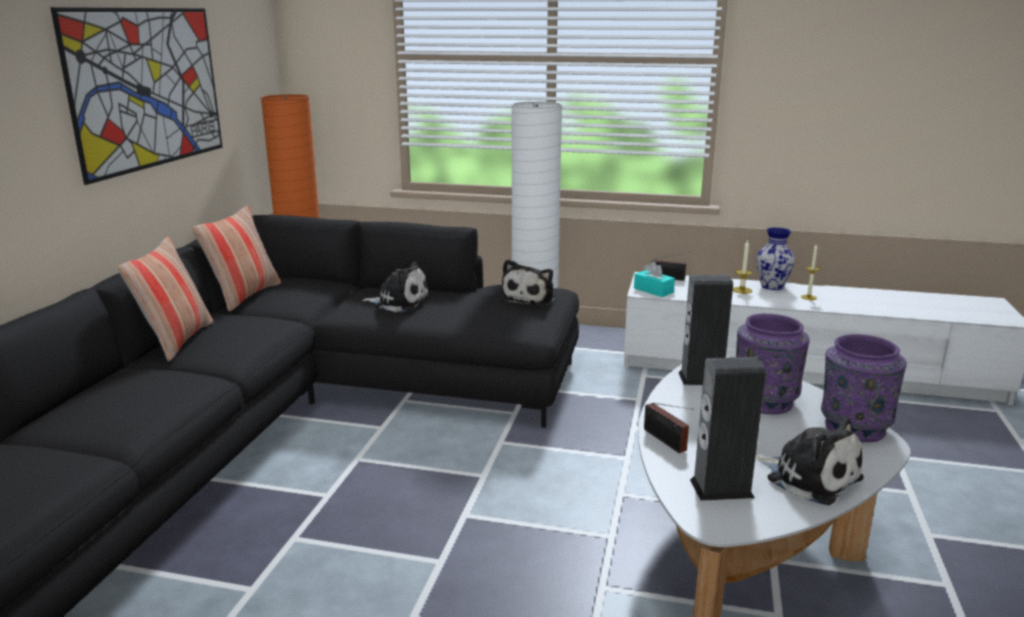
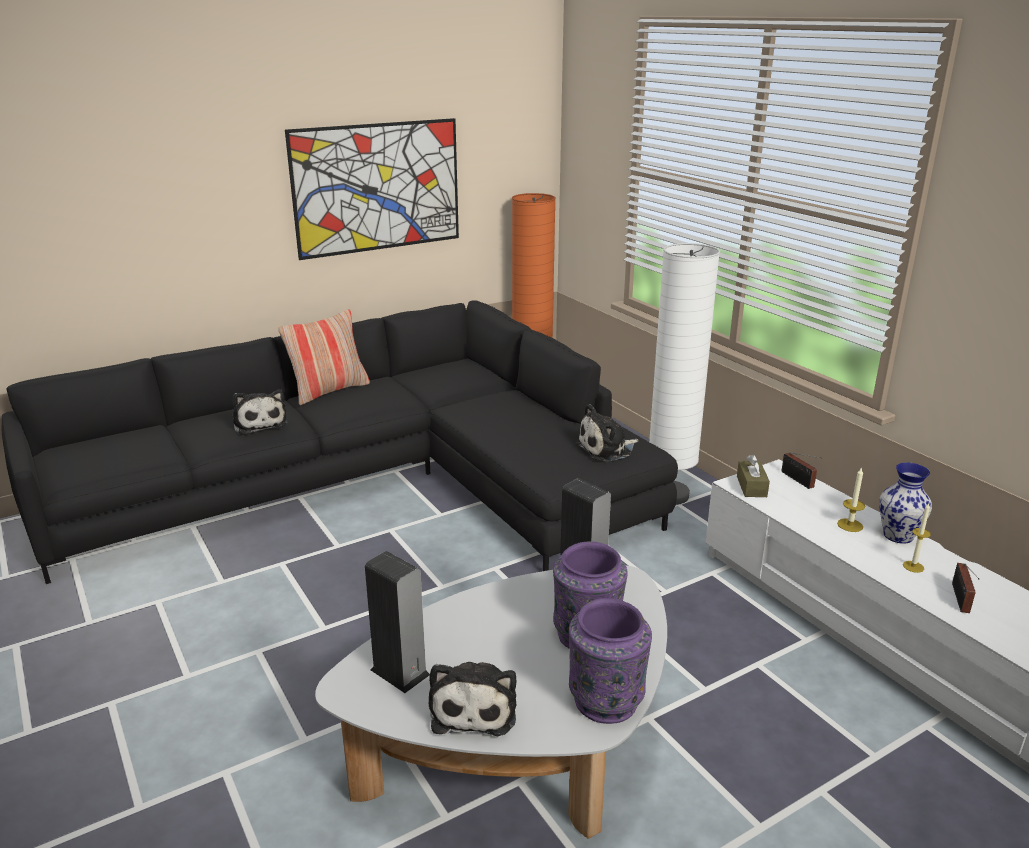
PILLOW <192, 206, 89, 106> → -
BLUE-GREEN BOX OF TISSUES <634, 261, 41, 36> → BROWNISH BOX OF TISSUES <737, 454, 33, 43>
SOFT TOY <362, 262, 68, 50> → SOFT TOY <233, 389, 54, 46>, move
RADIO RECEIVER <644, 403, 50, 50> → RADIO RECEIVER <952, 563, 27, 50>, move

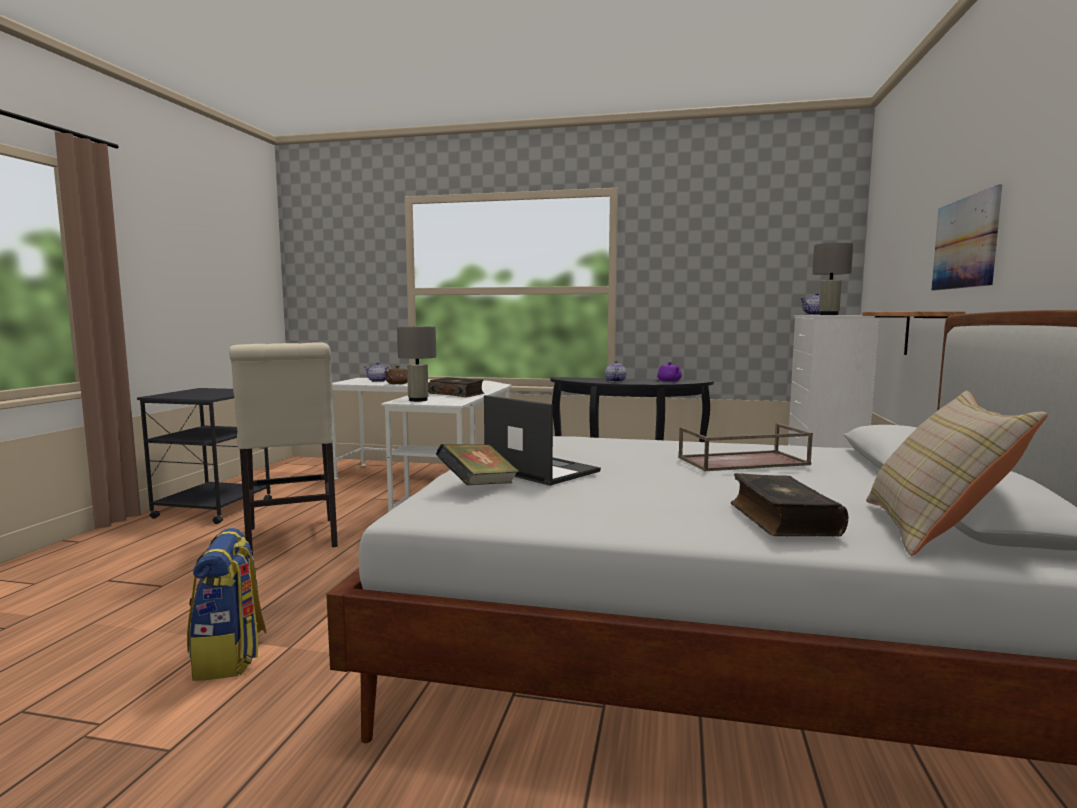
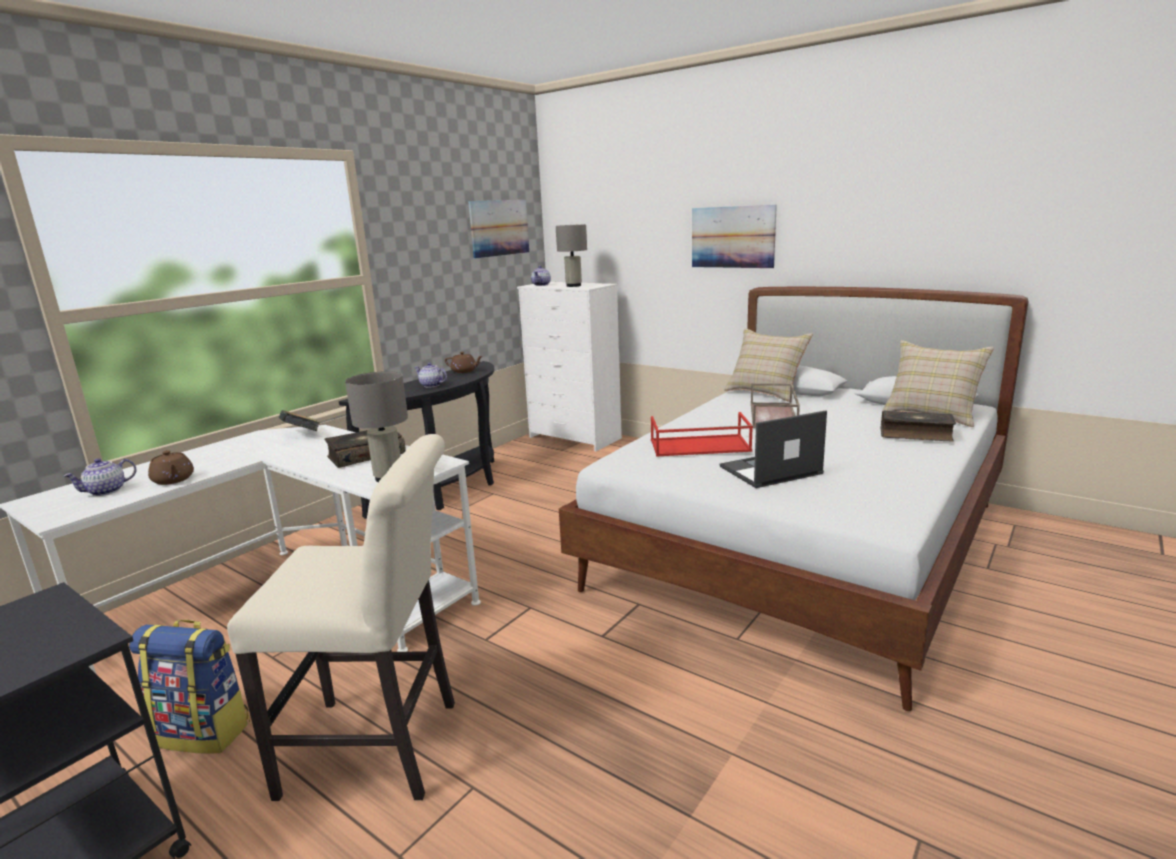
SHELF <862, 311, 104, 44> → -
PURPLE-COLOURED TEA POT <657, 362, 25, 20> → BROWNISH TEA POT <445, 352, 37, 21>
BOUND BOOK <436, 444, 83, 41> → BOUND BOOK <279, 410, 41, 21>, move
KNAPSACK <187, 528, 80, 153> → KNAPSACK <129, 620, 121, 134>, move
- → PICTURE <468, 200, 61, 59>
- → BEIGE PILLOW <724, 328, 89, 74>
- → REDDISH CARRYING TRAY <651, 412, 102, 44>

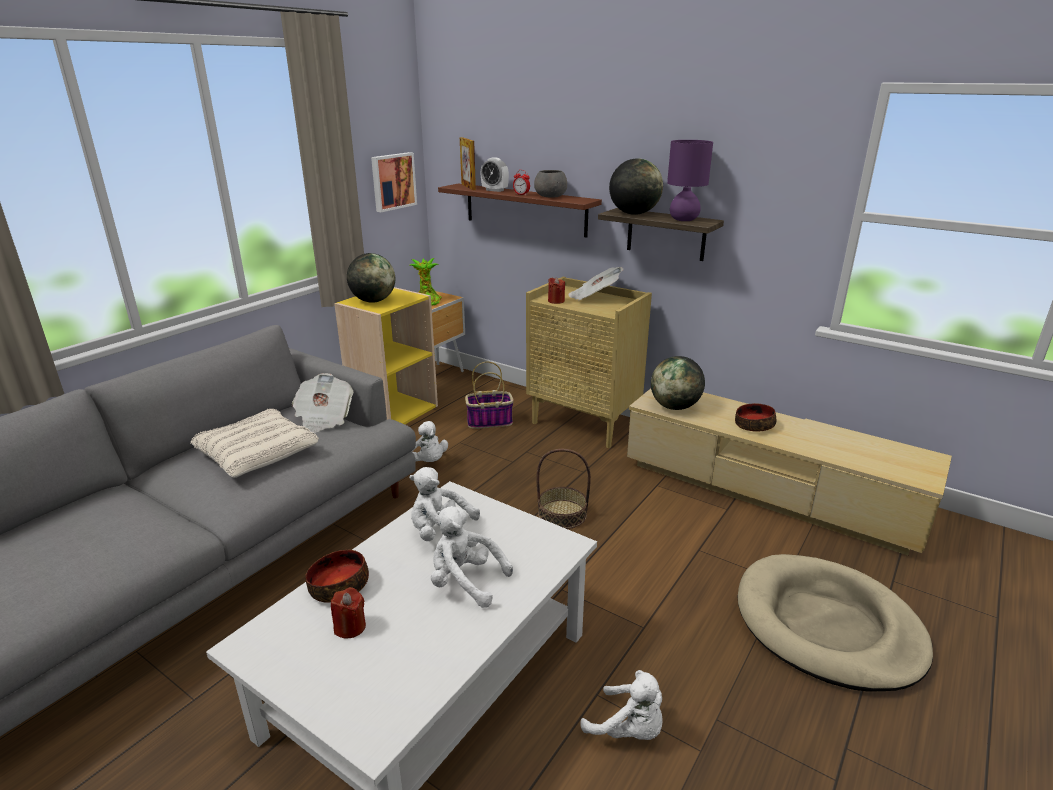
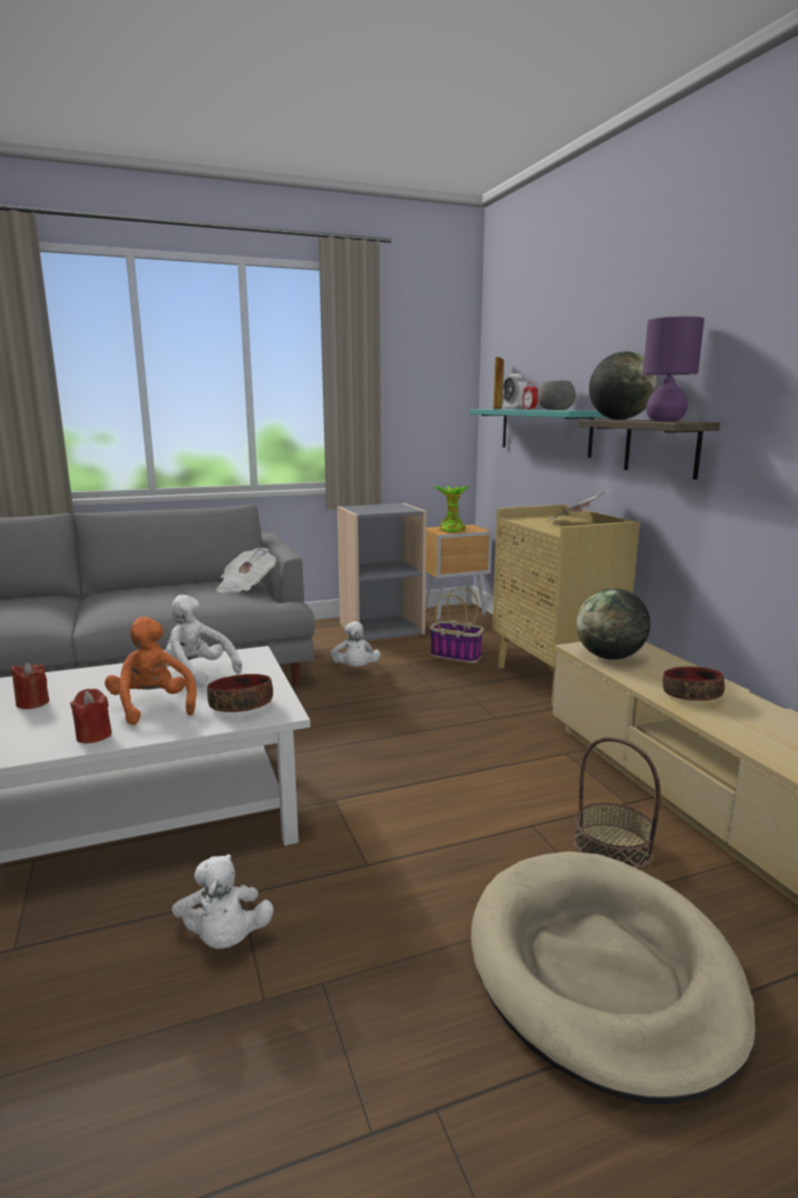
PICTURE <371, 152, 46, 60> → -
BROWNISH SHELF <438, 184, 164, 53> → BLUE-GREEN SHELF <470, 409, 135, 49>
GLOBE <347, 253, 48, 50> → -
REDDISH WAX LIGHT <548, 277, 17, 27> → REDDISH WAX LIGHT <70, 689, 42, 55>, move
YELLOW BOOKSHELF <334, 287, 104, 137> → GREYISH BOOKSHELF <337, 503, 89, 138>
BEIGE PILLOW <190, 409, 129, 69> → -
STORAGE BASKET <536, 449, 55, 80> → STORAGE BASKET <574, 737, 87, 132>, move
WHITE SOFT TOY <431, 506, 82, 102> → ORANGE-COLOURED SOFT TOY <105, 617, 91, 108>
BOWL <305, 550, 64, 53> → BOWL <207, 674, 66, 38>, move

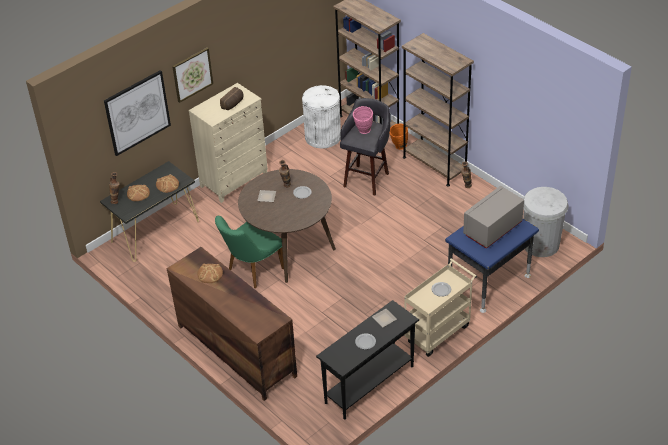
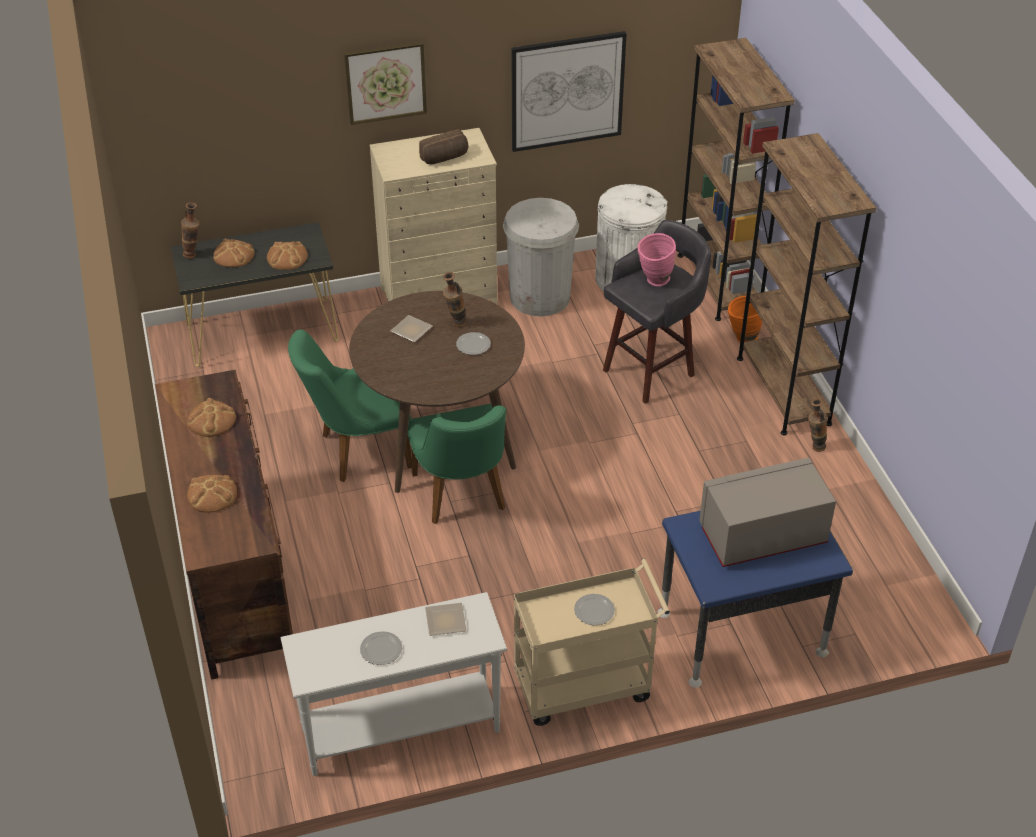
PICTURE <104, 70, 67, 86> → PICTURE <511, 31, 116, 121>, move
WHITE WASTE BIN <523, 187, 46, 70> → WHITE WASTE BIN <503, 198, 76, 118>, move
BLACK HALL TABLE <316, 300, 103, 120> → WHITE HALL TABLE <281, 592, 226, 184>
- → GREENISH CHAIR <407, 404, 99, 120>
- → BAKERY BREAD <187, 475, 50, 38>

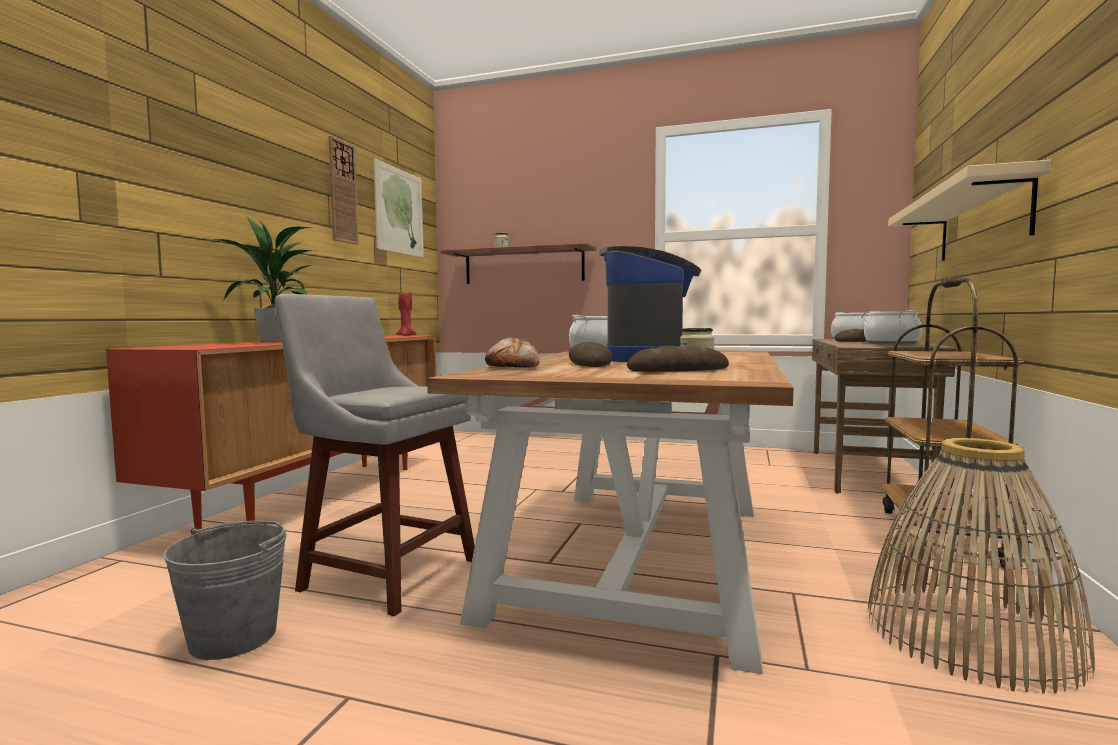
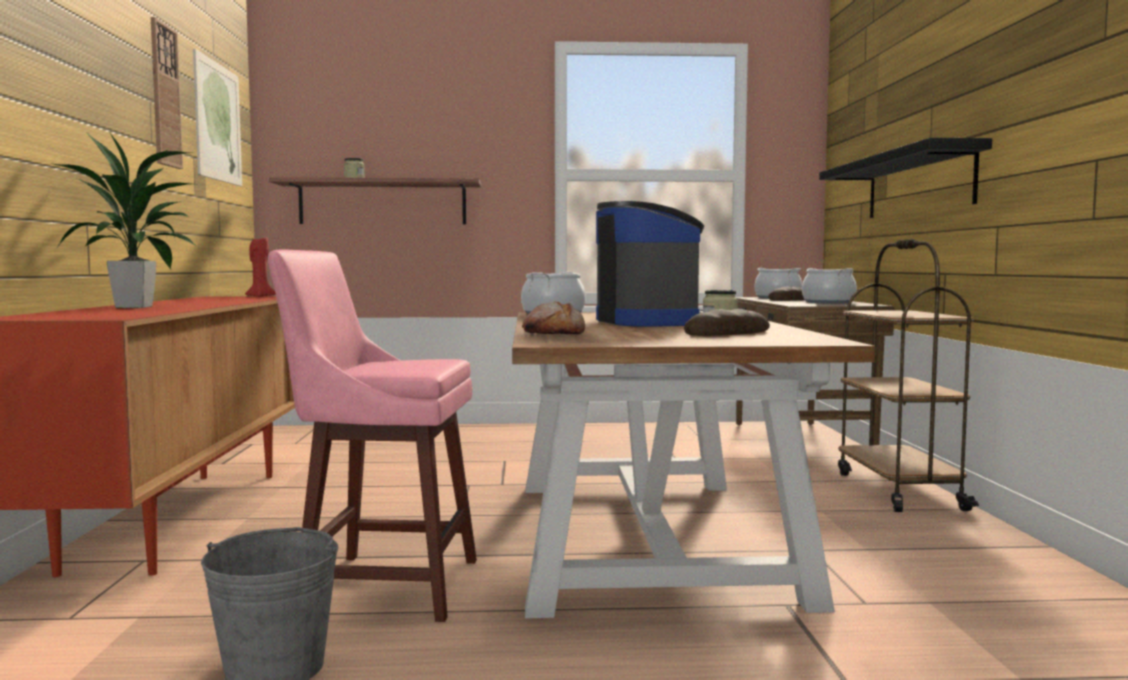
BEIGE SHELF <888, 160, 163, 101> → BLACK SHELF <819, 138, 173, 80>
GREYISH CHAIR <275, 294, 200, 322> → PINK CHAIR <268, 249, 209, 373>
BAKERY BREAD <569, 342, 43, 25> → -
STORAGE BASKET <868, 438, 227, 255> → -

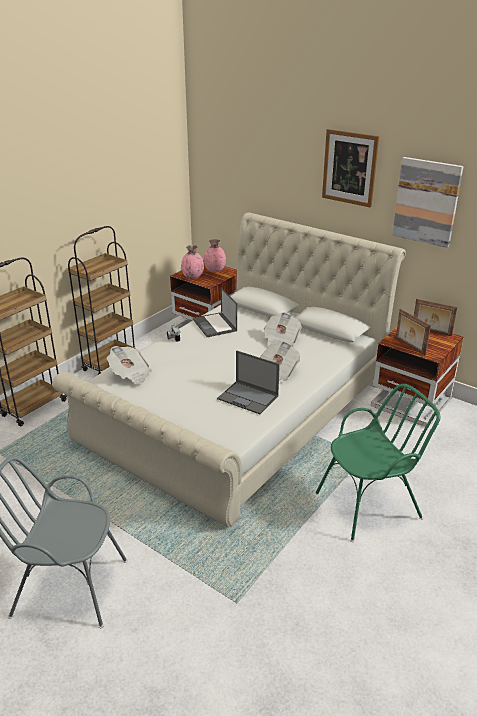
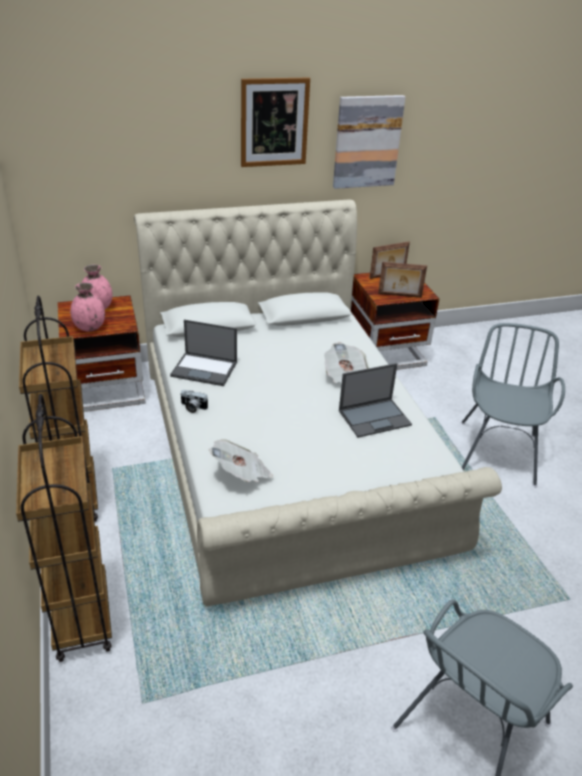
NEWSPAPER <264, 312, 38, 35> → -
GREENISH CHAIR <316, 384, 124, 158> → GREYISH CHAIR <461, 323, 104, 164>

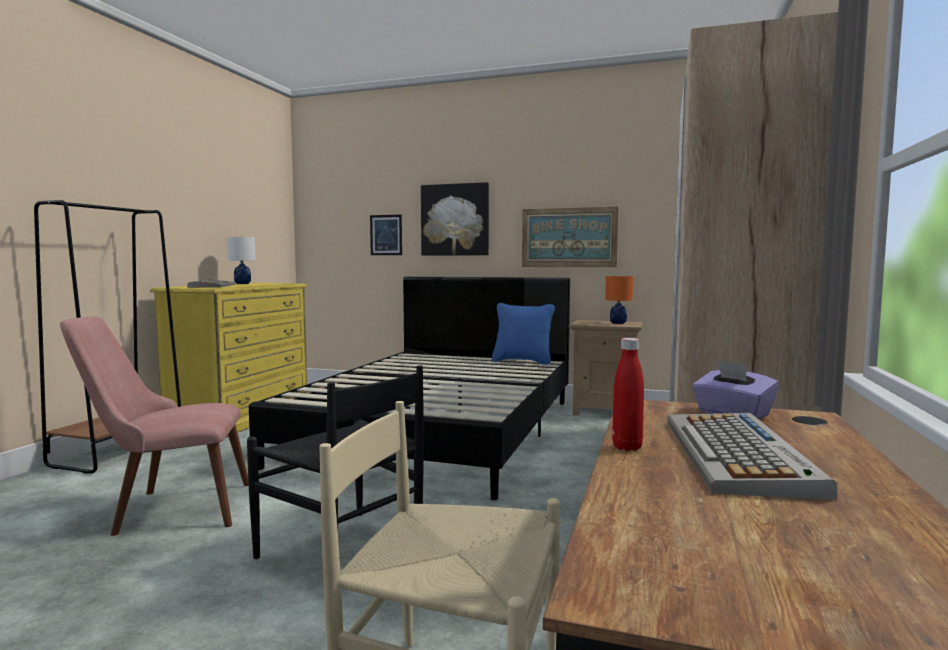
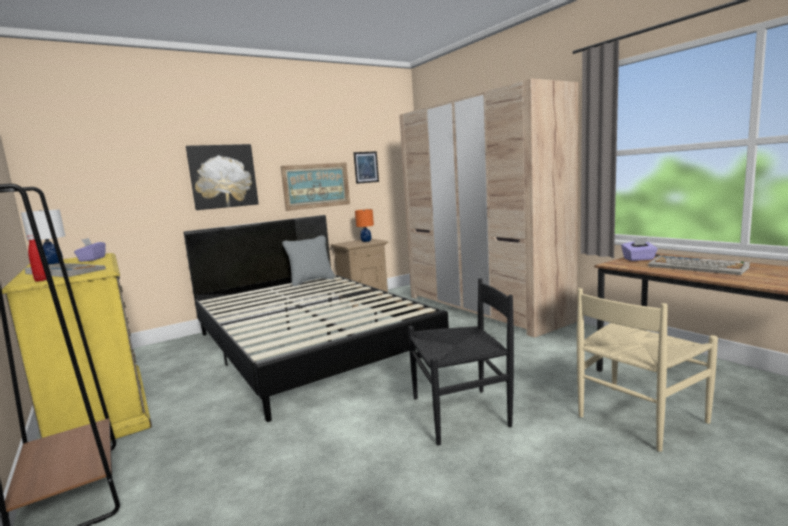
PICTURE <370, 215, 32, 40> → PICTURE <353, 151, 26, 33>, move
BLUE PILLOW <492, 303, 63, 62> → GREYISH PILLOW <282, 236, 53, 50>
PINK CHAIR <60, 316, 189, 220> → -
REDDISH BEVERAGE BOTTLE <612, 338, 32, 113> → REDDISH BEVERAGE BOTTLE <27, 235, 20, 47>, move
- → PURPLE-COLOURED BOX OF TISSUES <74, 238, 32, 24>

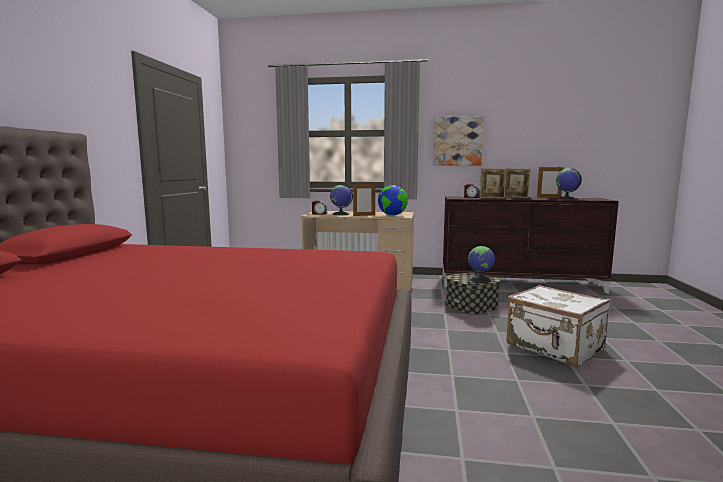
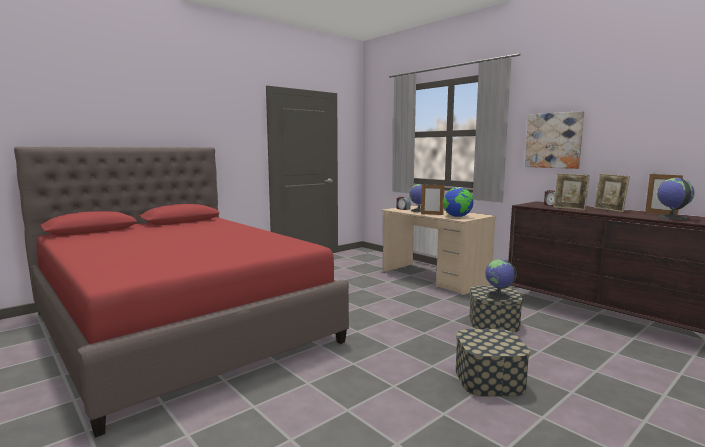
WHITE TRAVEL CASE <507, 285, 103, 82> → STORAGE CONTAINER <455, 329, 75, 67>

